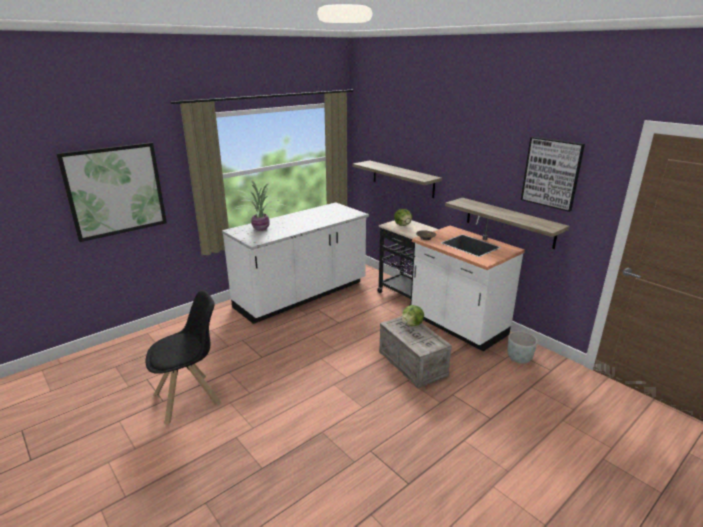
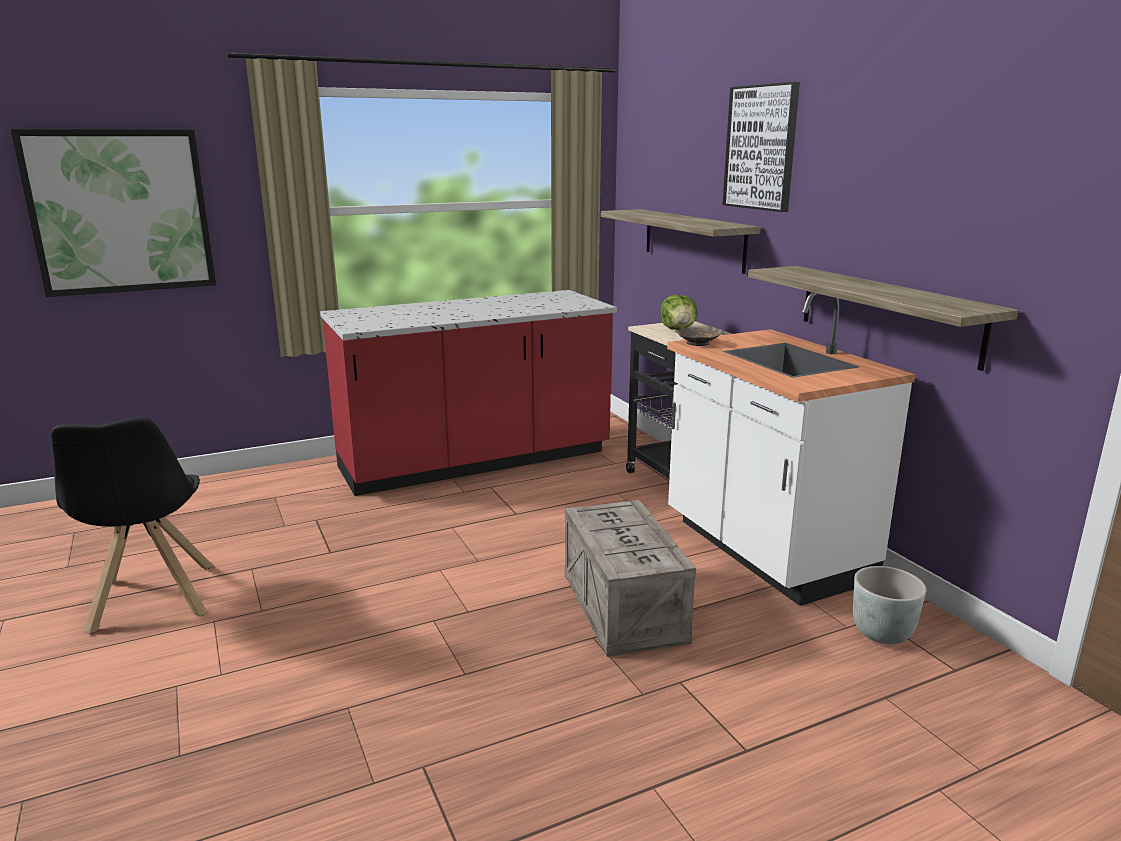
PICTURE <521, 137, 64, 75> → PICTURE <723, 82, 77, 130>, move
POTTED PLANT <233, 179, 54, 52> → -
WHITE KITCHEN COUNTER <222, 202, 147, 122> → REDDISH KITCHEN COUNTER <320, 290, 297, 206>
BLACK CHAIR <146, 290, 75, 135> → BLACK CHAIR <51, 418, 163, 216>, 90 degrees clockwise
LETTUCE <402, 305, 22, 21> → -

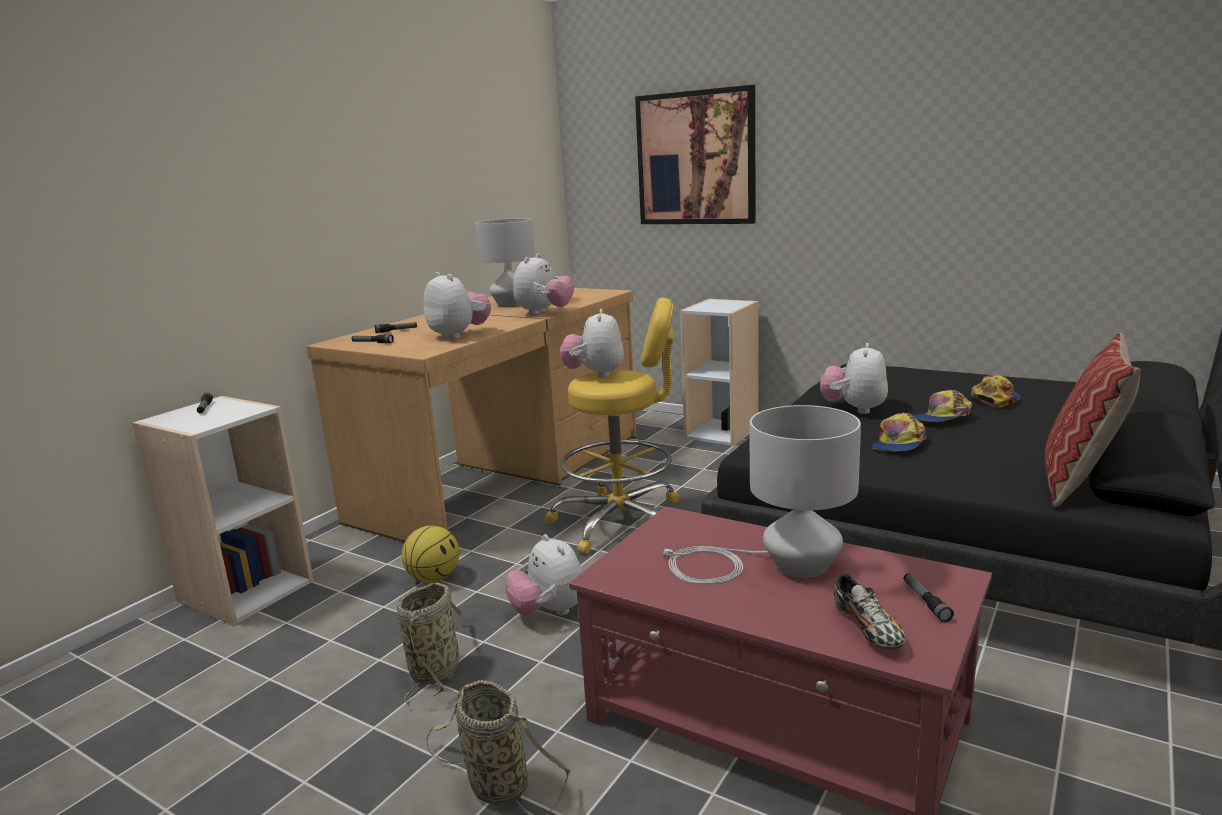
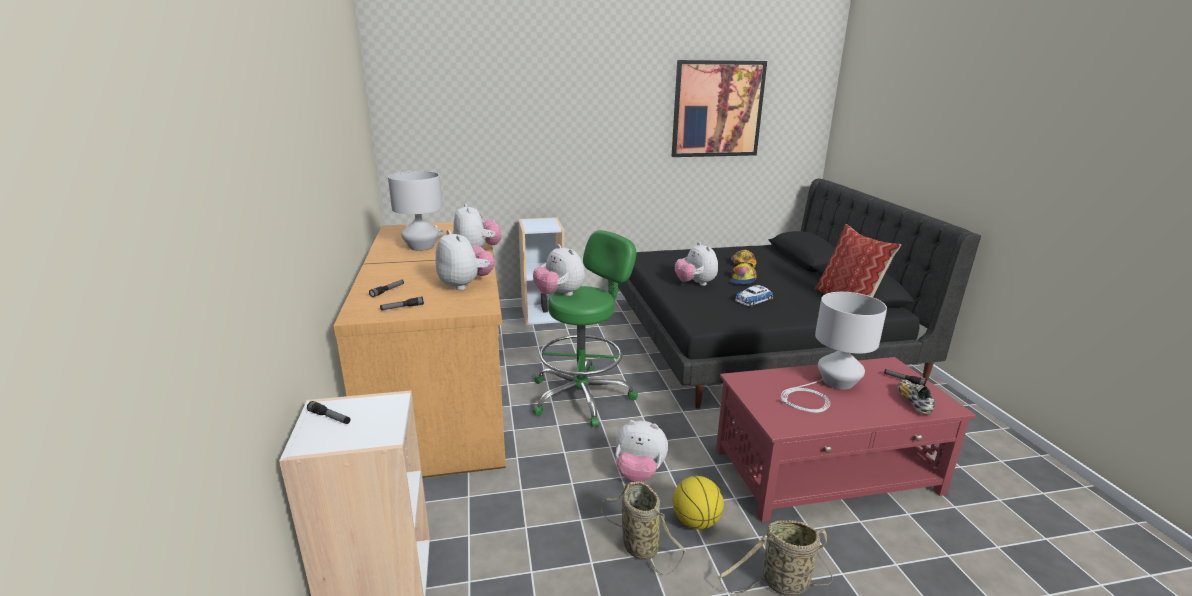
PICTURE <635, 85, 121, 139> → PICTURE <671, 60, 96, 97>, move
SOFT TOY <423, 272, 68, 67> → SOFT TOY <436, 230, 59, 60>, 45 degrees clockwise
YELLOW SITTING STOOL <544, 298, 136, 256> → GREENISH SITTING STOOL <532, 230, 106, 197>
BASEBALL CAP <871, 413, 55, 38> → MODEL CAR <735, 285, 38, 21>
BASKETBALL <402, 526, 57, 57> → BASKETBALL <673, 476, 51, 53>, move
LOW SHOE <834, 573, 72, 76> → LOW SHOE <898, 379, 37, 36>, 120 degrees counterclockwise

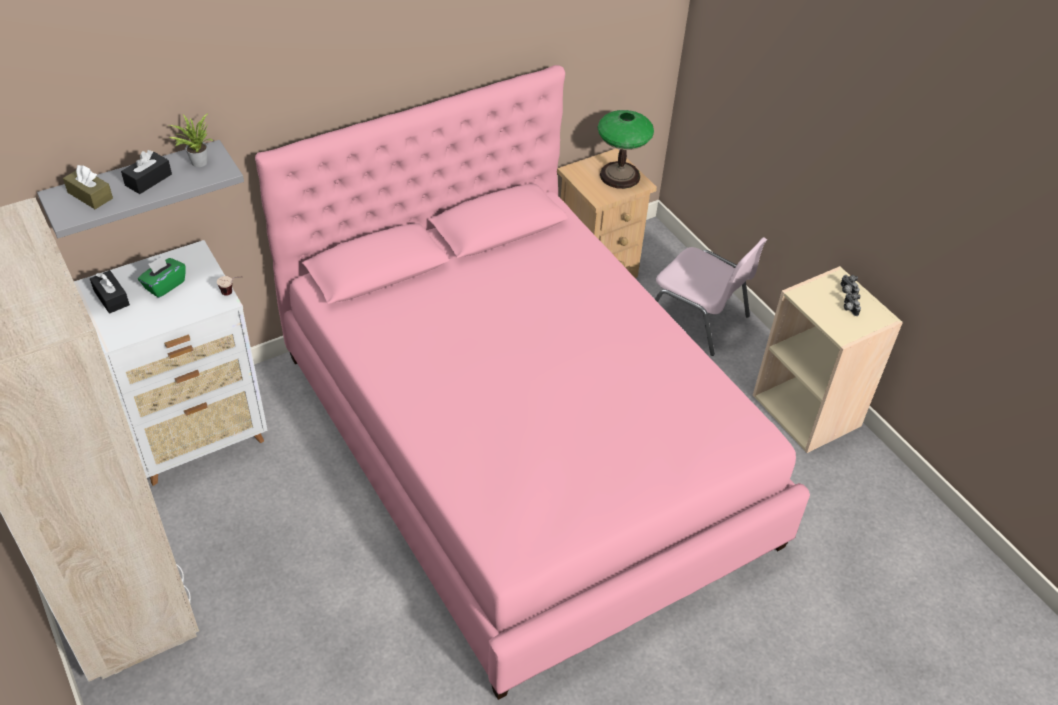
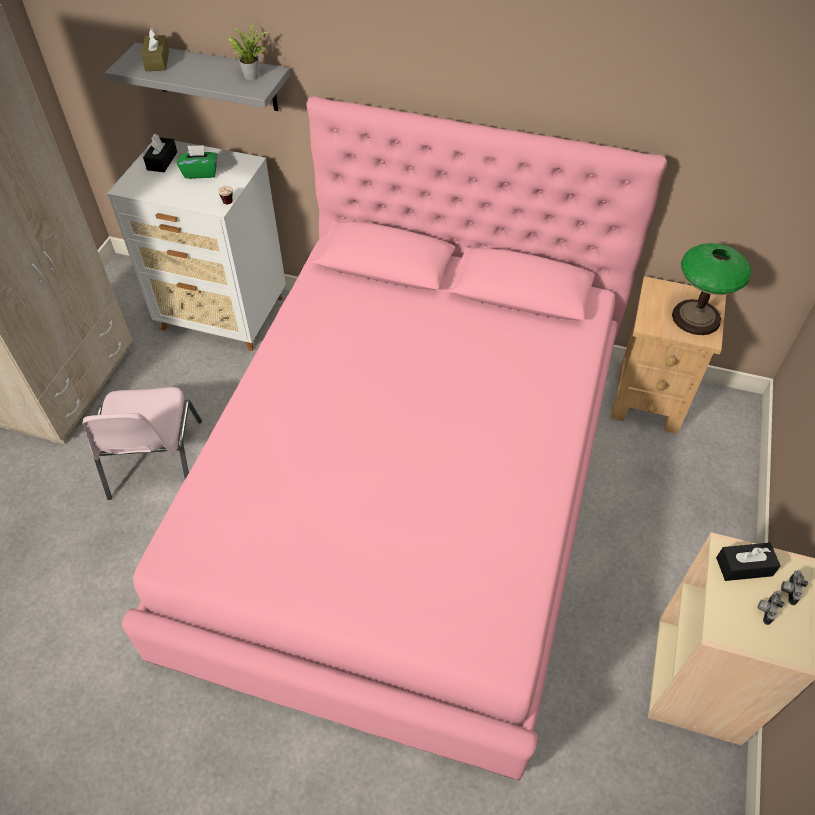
BLACK BOX OF TISSUES <121, 150, 51, 44> → BLACK BOX OF TISSUES <716, 543, 64, 38>, move
PINK CHAIR <655, 237, 112, 119> → PINK CHAIR <82, 387, 120, 113>, move

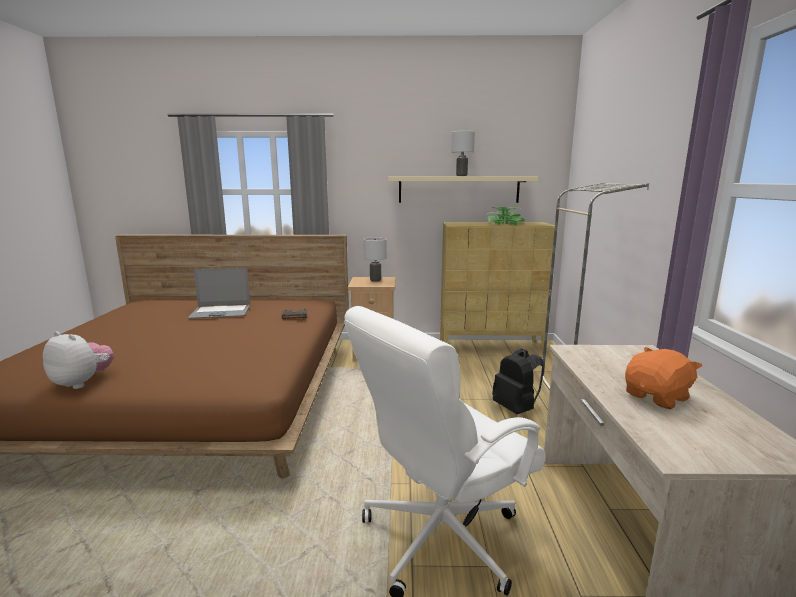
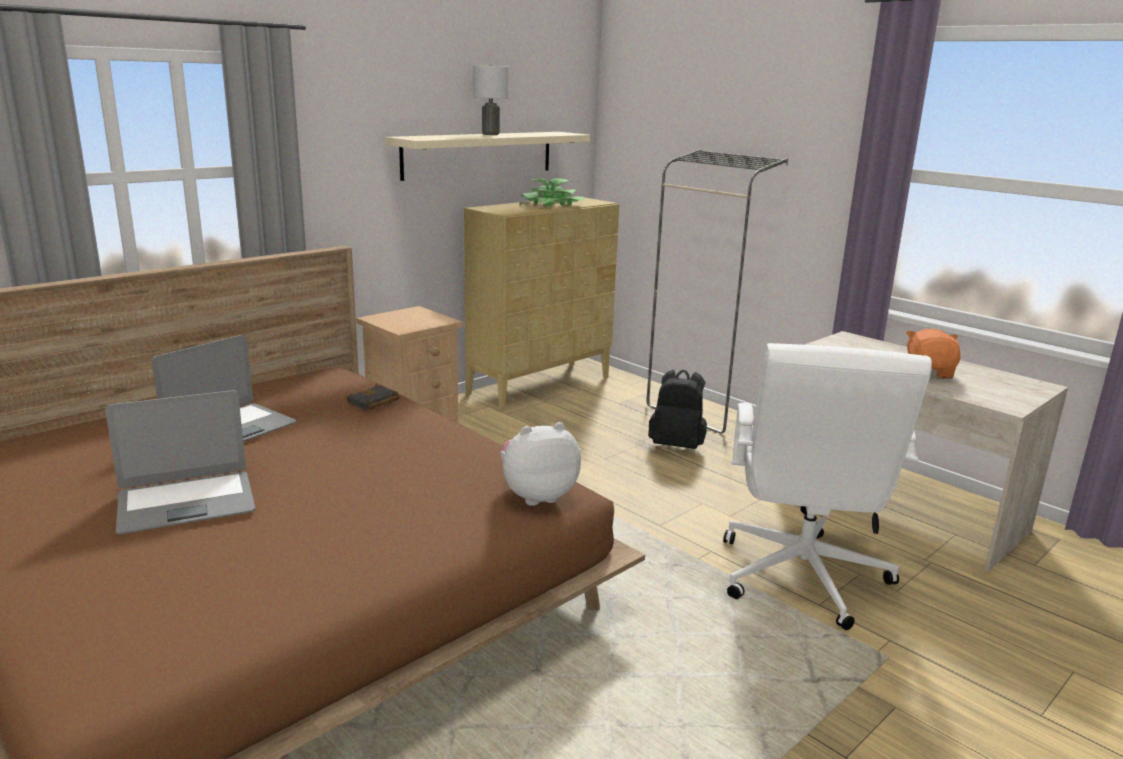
WHITE TABLETOP LAMP <364, 237, 23, 45> → -
SOFT TOY <43, 331, 71, 58> → SOFT TOY <501, 422, 80, 84>, move
- → NOTEBOOK COMPUTER <105, 390, 150, 144>

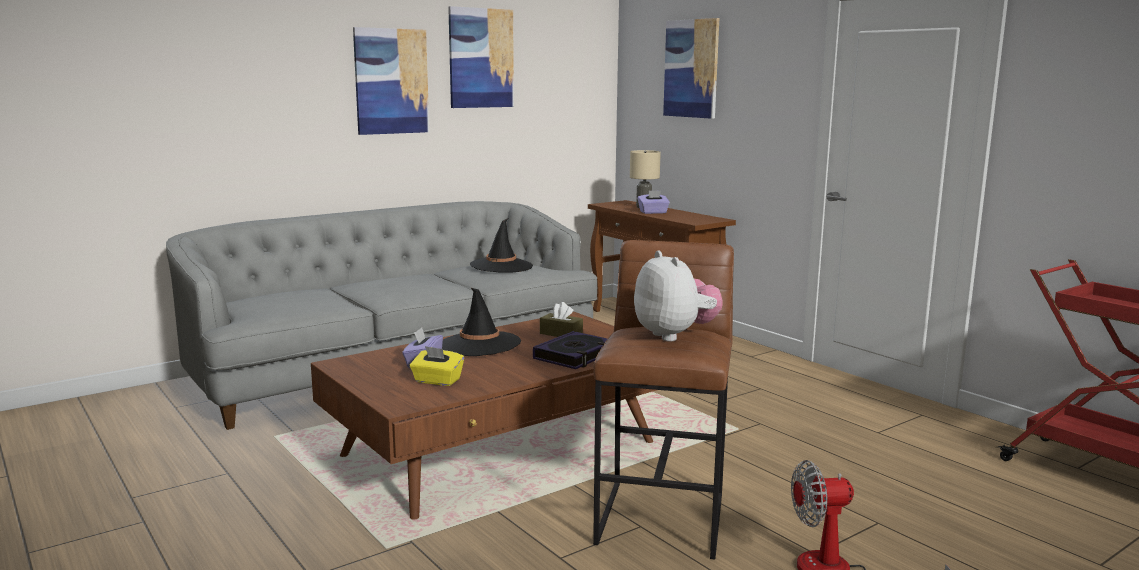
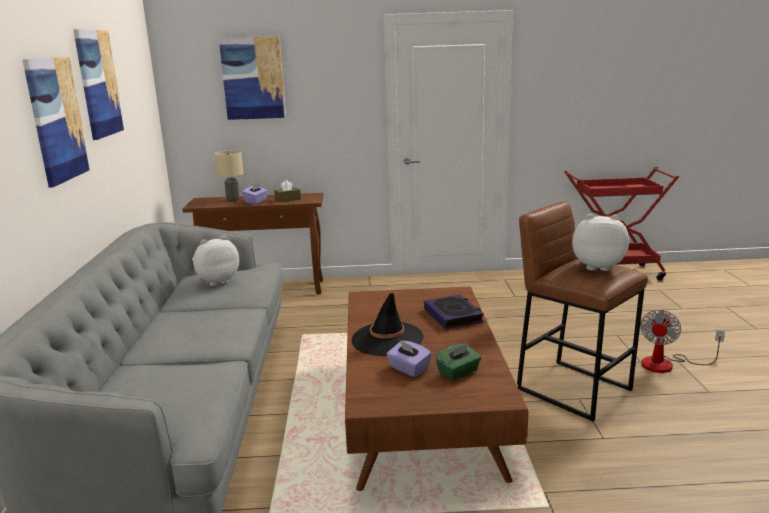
BLACK CLOTHING HAT <470, 218, 63, 55> → SOFT TOY <192, 236, 47, 50>
BROWNISH BOX OF TISSUES <540, 302, 43, 35> → BROWNISH BOX OF TISSUES <274, 180, 27, 22>, move
YELLOW BOX OF TISSUES <410, 346, 54, 40> → GREENISH BOX OF TISSUES <435, 344, 46, 37>

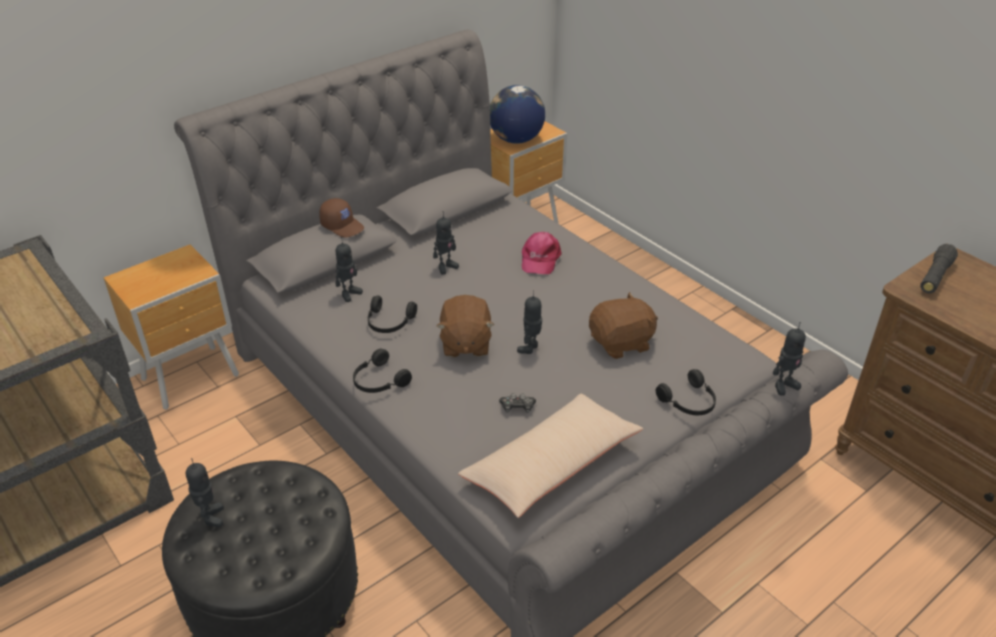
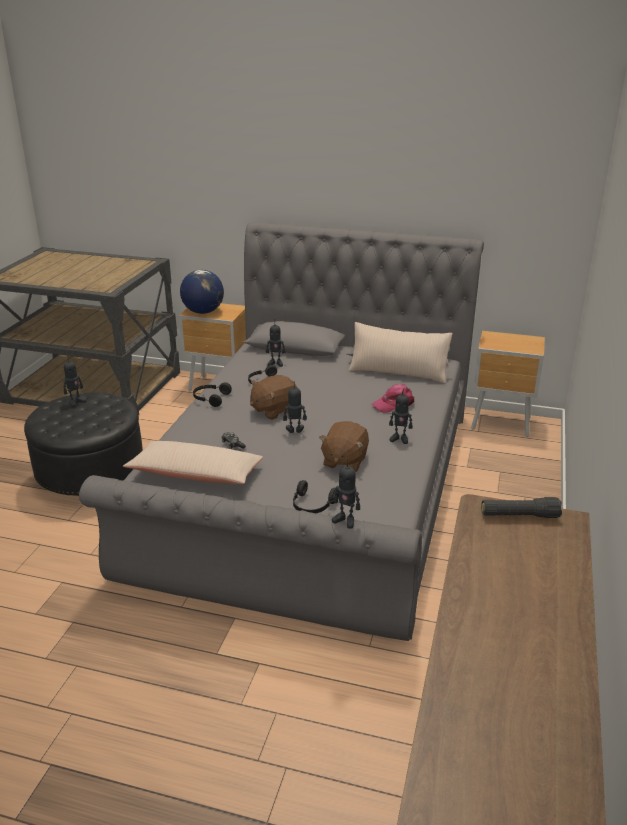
GLOBE <490, 85, 55, 59> → GLOBE <180, 270, 44, 44>, move
BROWNISH BASEBALL CAP <319, 198, 45, 40> → -
ROBOT FIGURE <433, 211, 26, 64> → ROBOT FIGURE <389, 388, 24, 56>, move
BROWNISH SOFT TOY <589, 292, 69, 67> → BROWNISH SOFT TOY <319, 421, 50, 51>, 75 degrees clockwise
- → BEIGE PILLOW <348, 322, 105, 62>

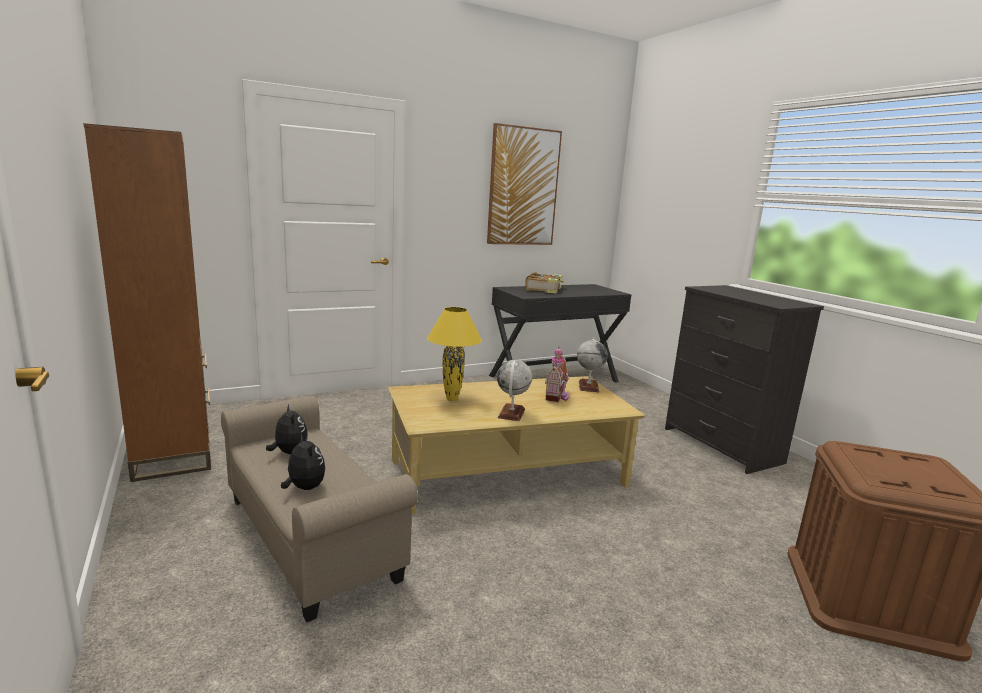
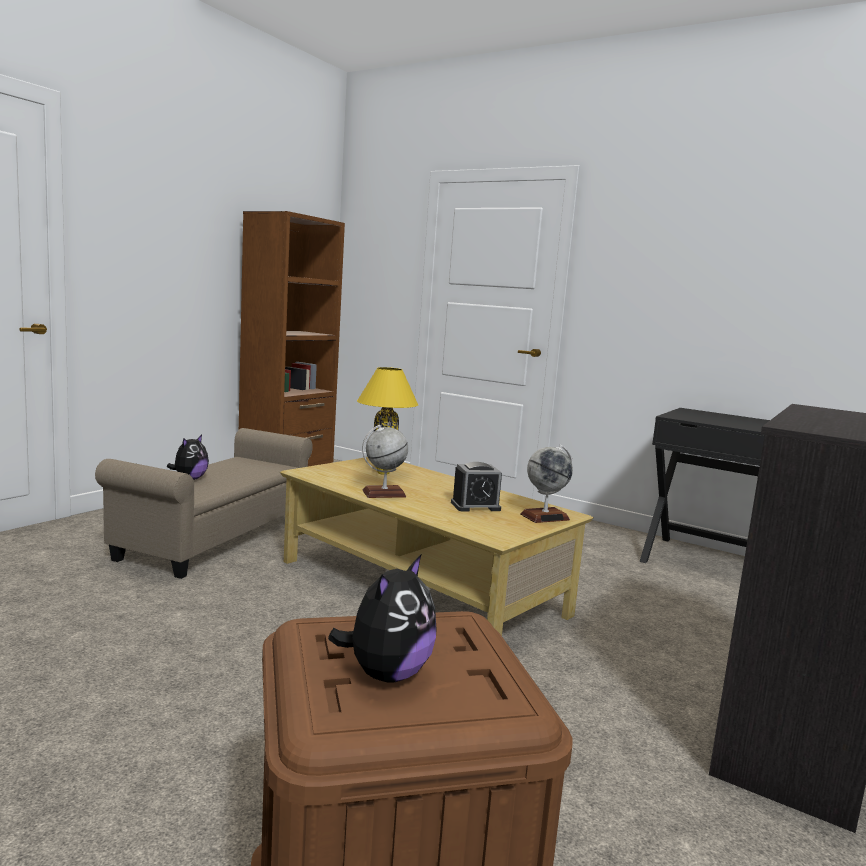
PICTURE <487, 123, 75, 122> → -
BOUND BOOK <525, 272, 42, 22> → -
MODEL HOUSE <545, 347, 25, 55> → ALARM CLOCK <451, 462, 51, 49>
SOFT TOY <266, 405, 42, 49> → SOFT TOY <328, 555, 109, 128>, move

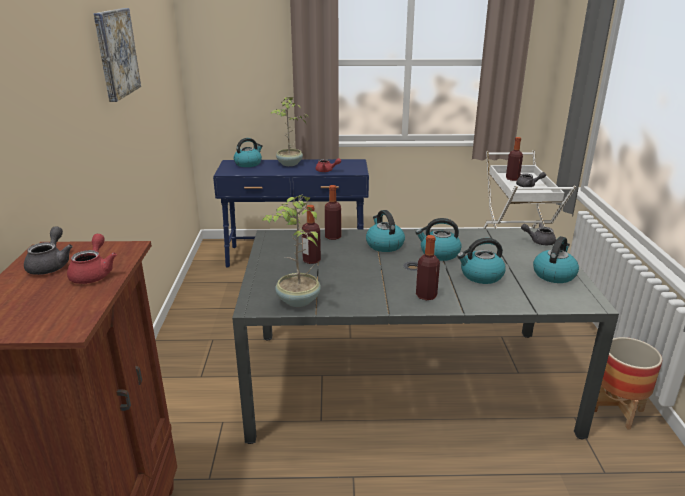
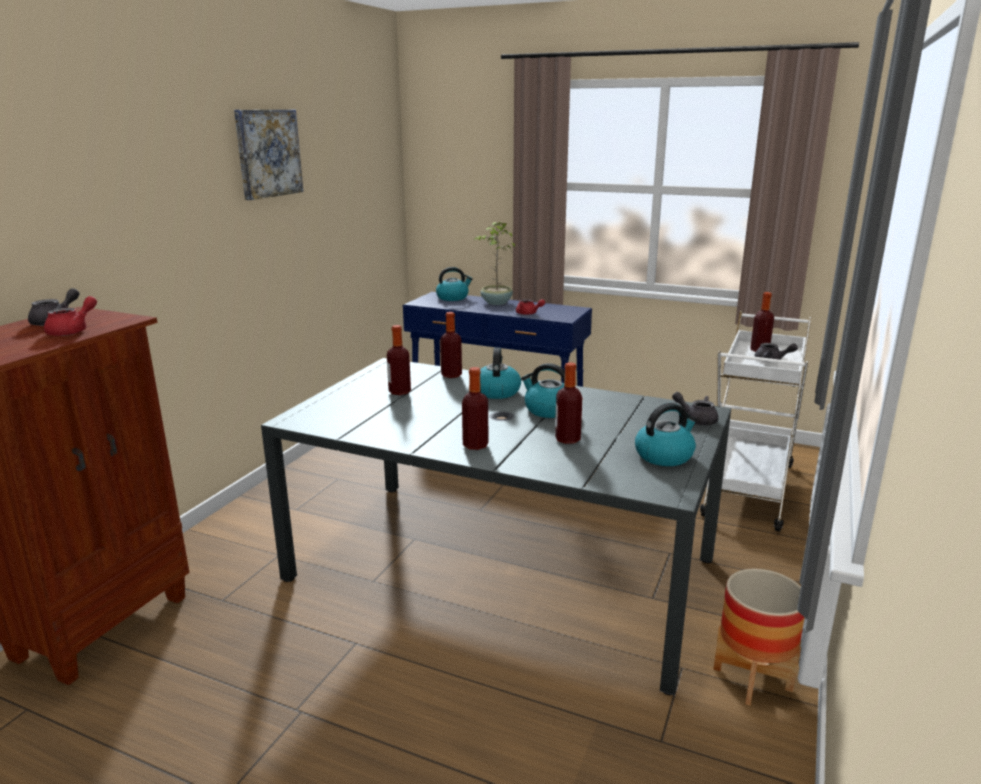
POTTED PLANT <261, 194, 60, 113> → -
TEA KETTLE <457, 238, 49, 46> → BEVERAGE BOTTLE <555, 362, 27, 82>

